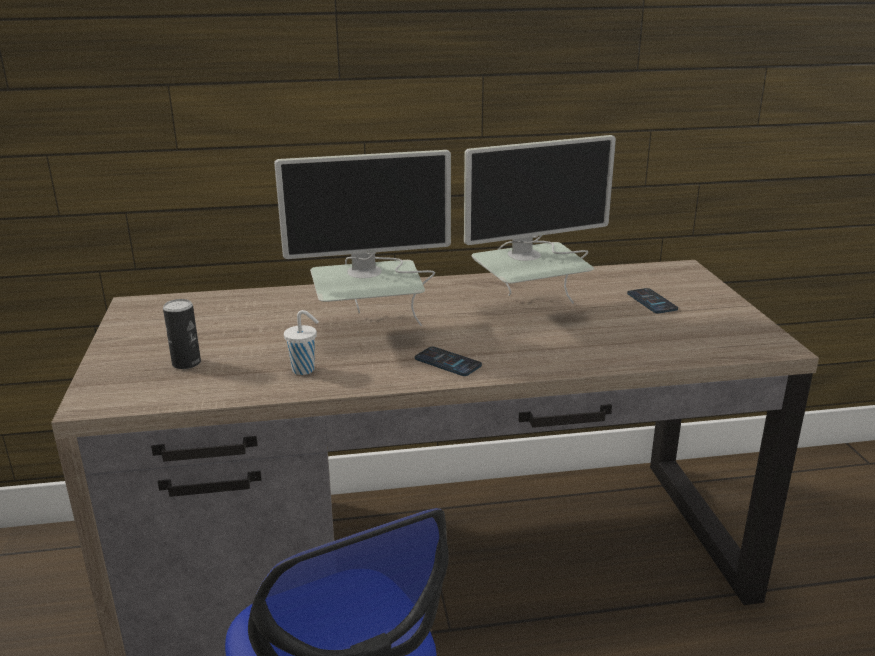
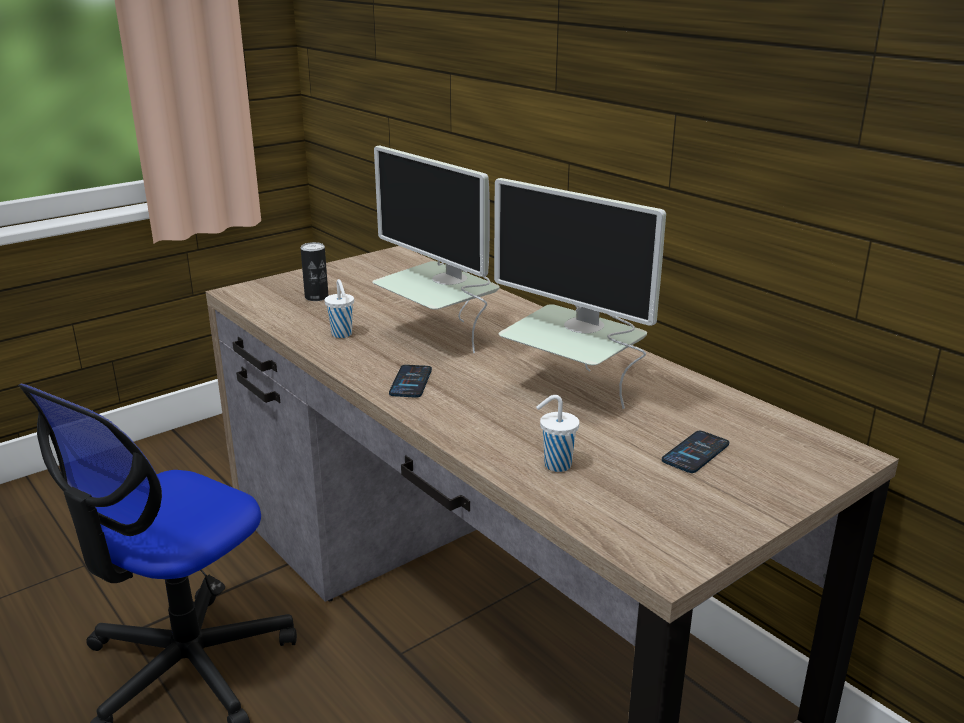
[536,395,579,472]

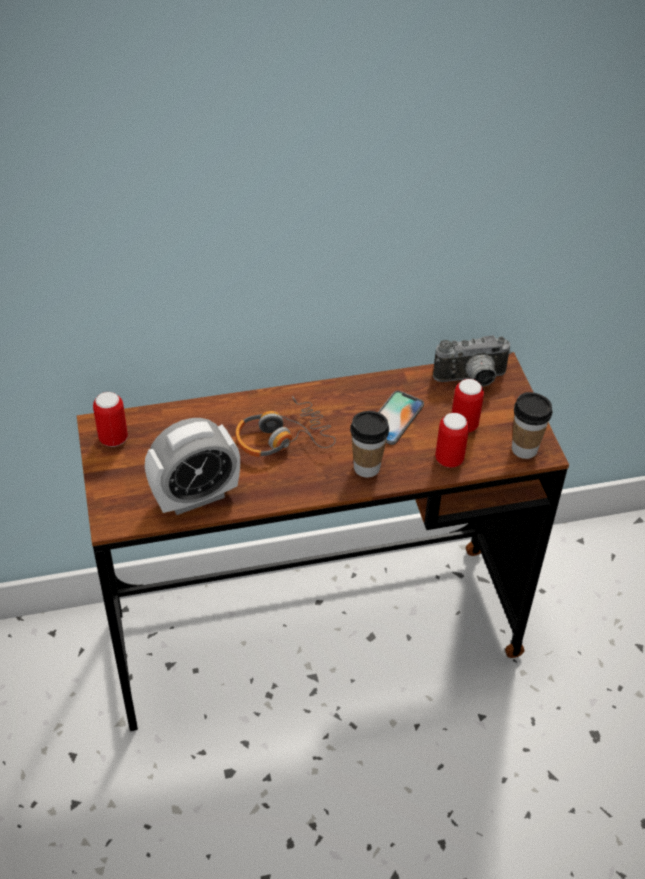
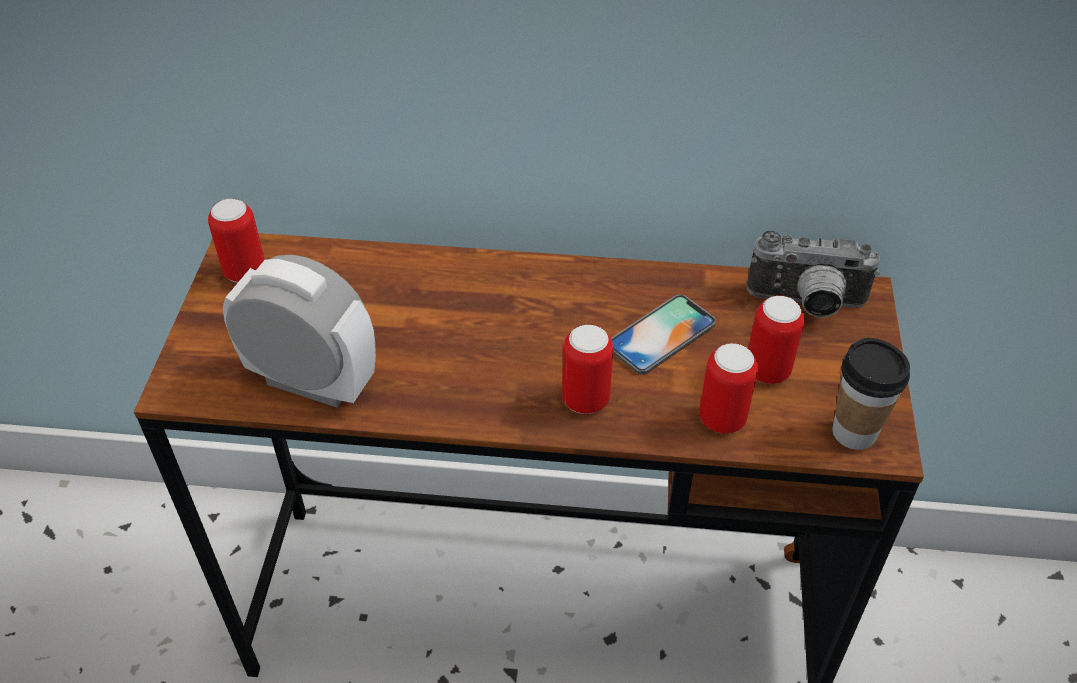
[235,396,335,457] (first image)
[562,325,614,414]
[223,255,376,408]

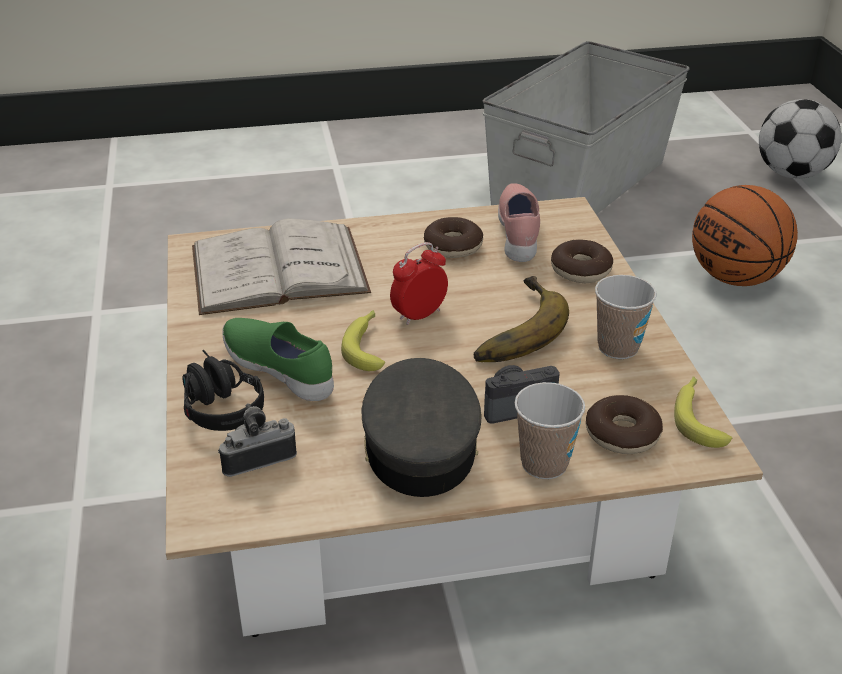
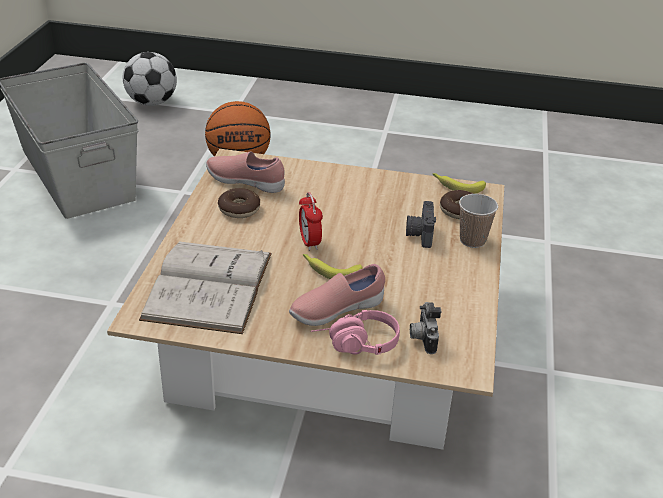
[551,239,613,283] (first image)
[595,275,657,359] (first image)
[474,276,569,362] (first image)
[289,264,385,326]
[311,310,400,355]
[362,358,482,497] (first image)

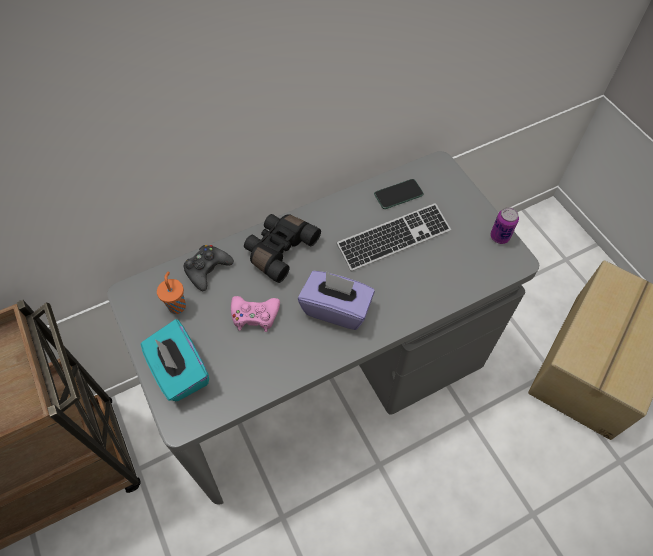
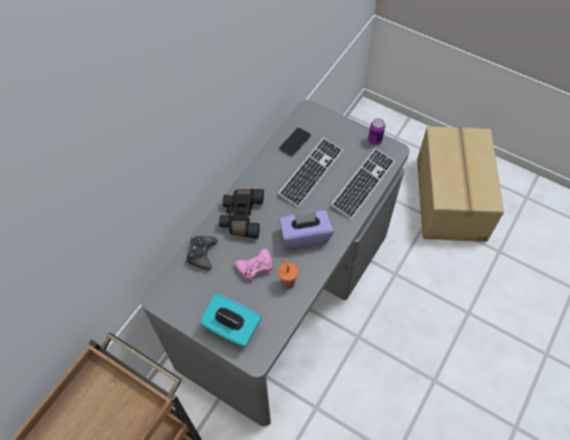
[278,259,298,289]
[331,148,395,220]

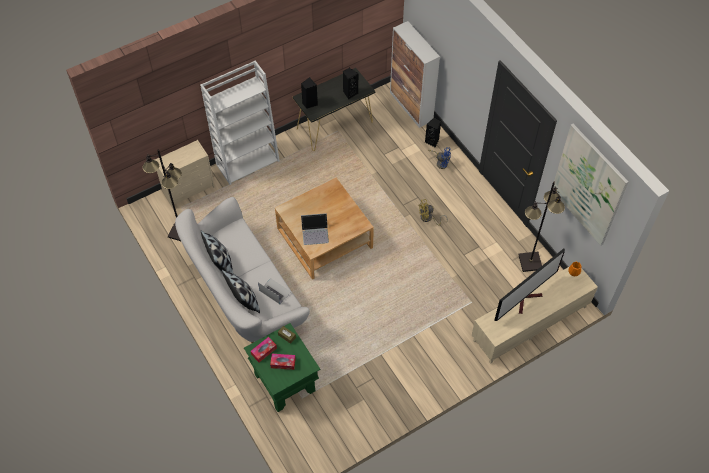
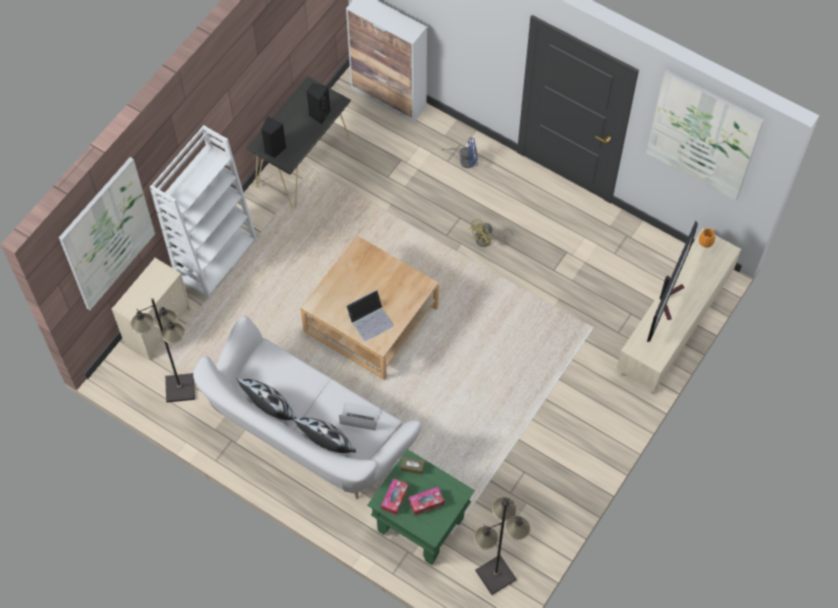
[425,118,441,147] (first image)
[474,497,531,595]
[59,157,155,310]

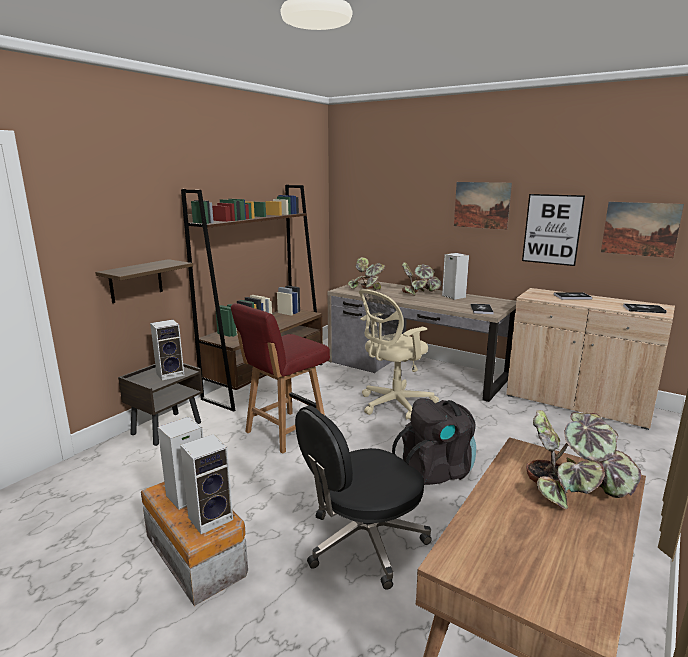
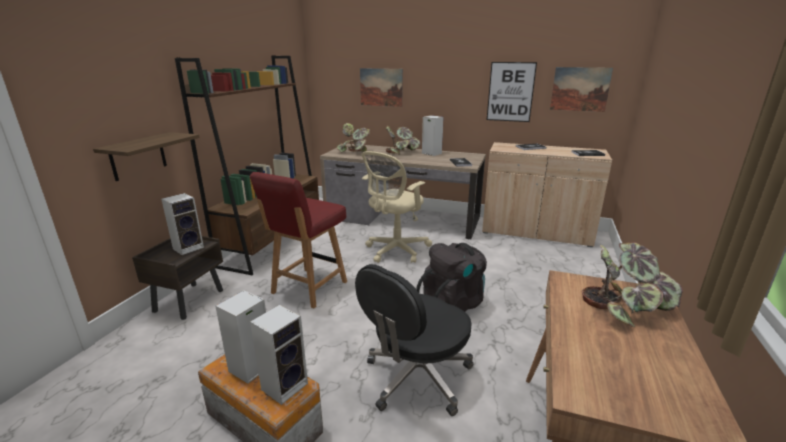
[360,68,403,107]

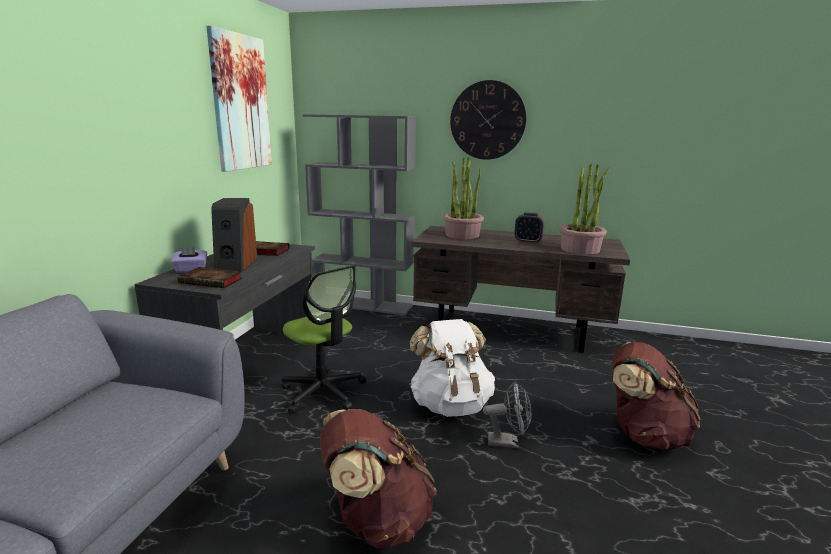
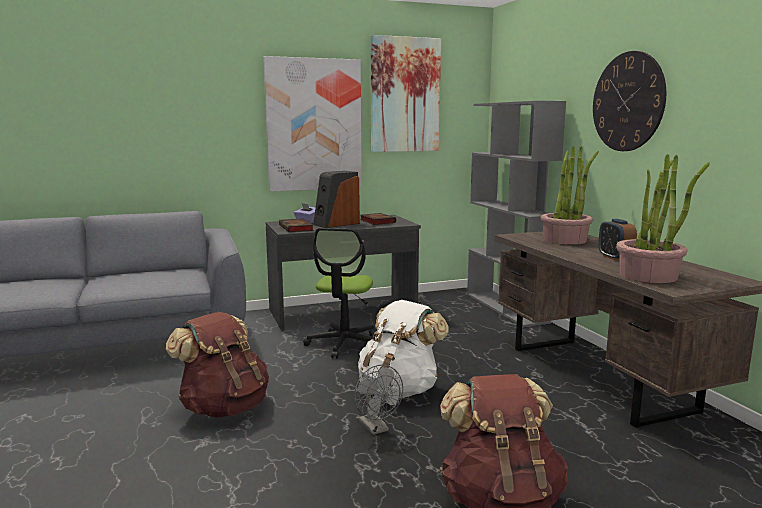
[263,56,362,192]

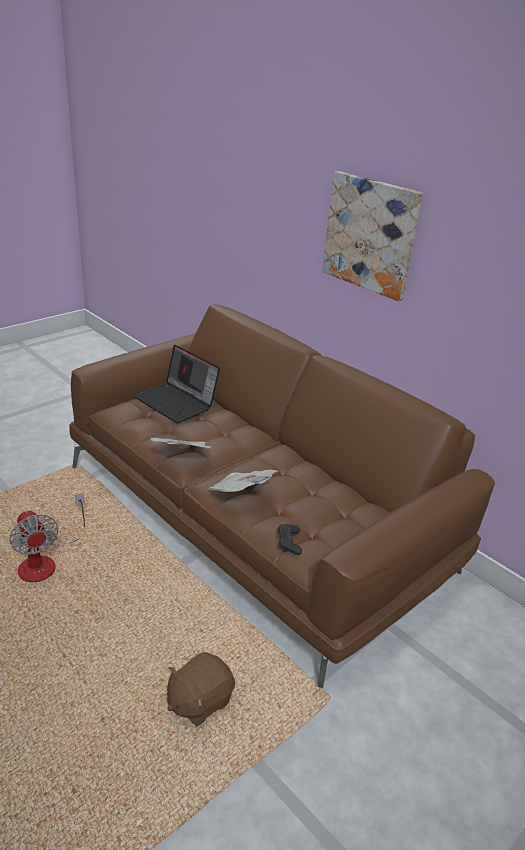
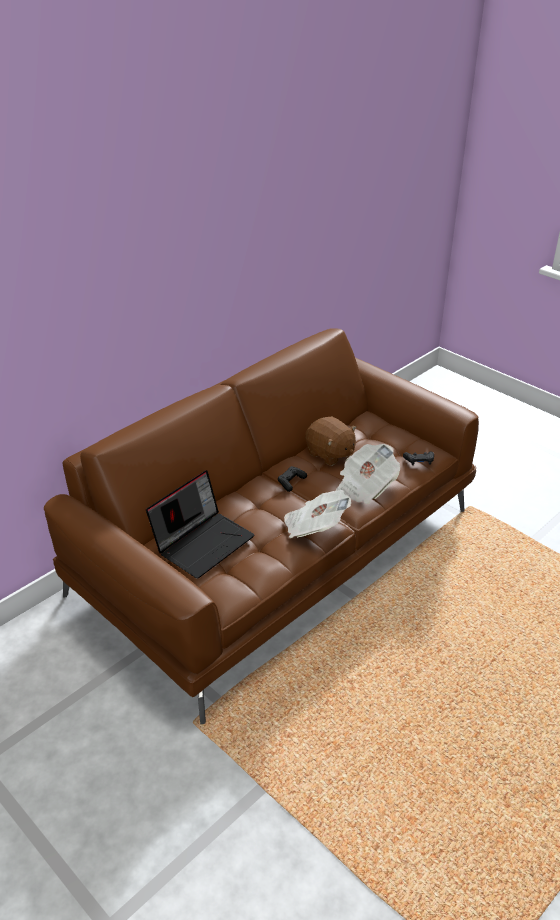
[322,171,423,301] (first image)
[9,493,85,582] (first image)
[305,417,356,466]
[278,466,307,492]

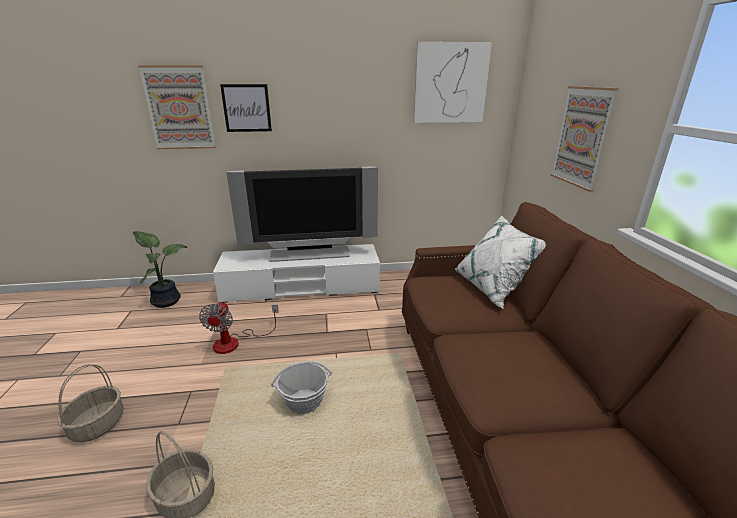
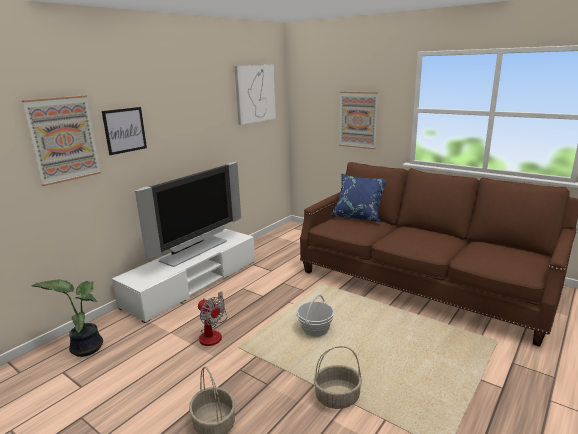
[330,173,386,222]

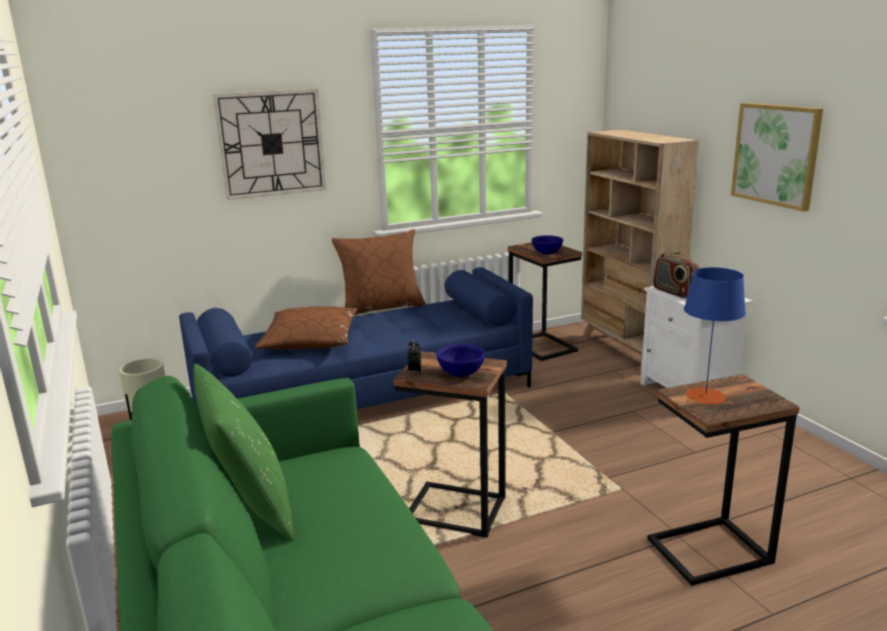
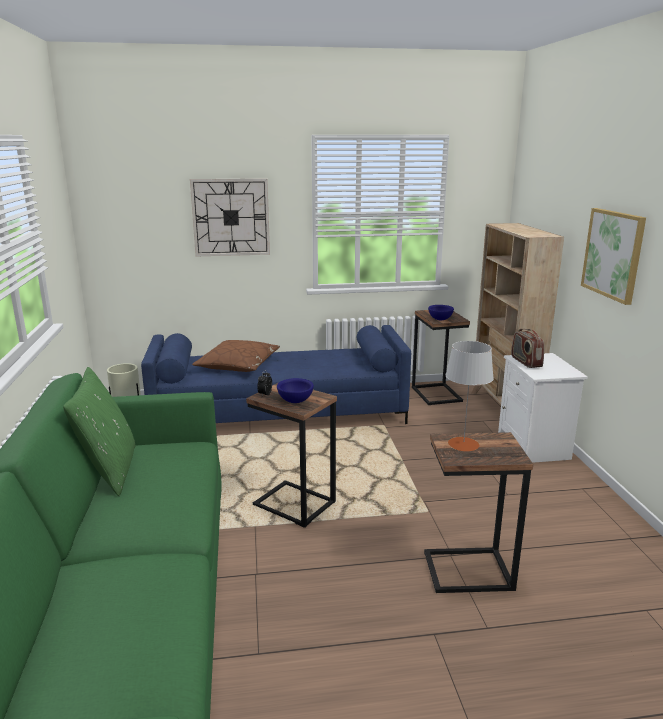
[332,229,426,315] (first image)
[446,341,494,451]

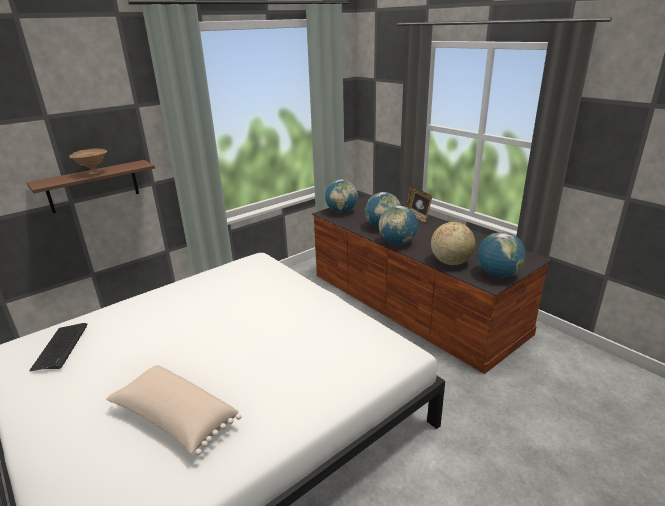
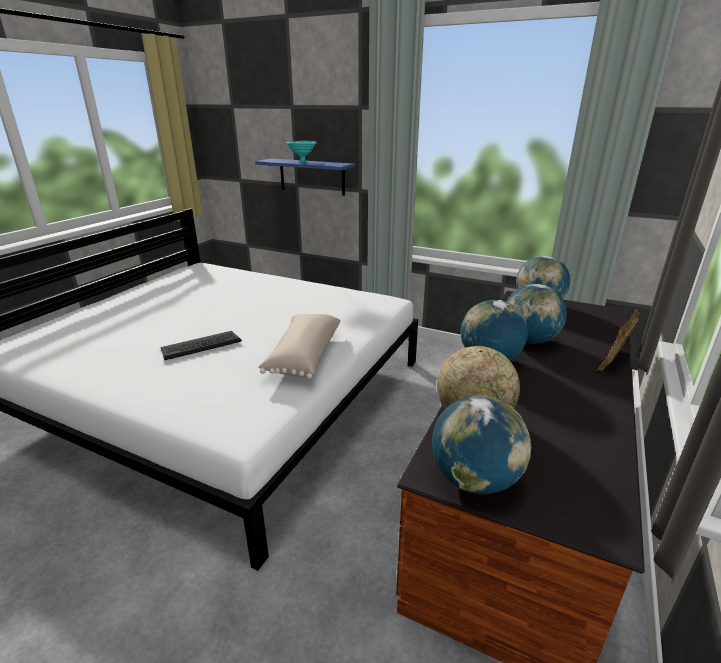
[286,141,317,163]
[255,159,355,196]
[160,331,242,360]
[258,314,341,379]

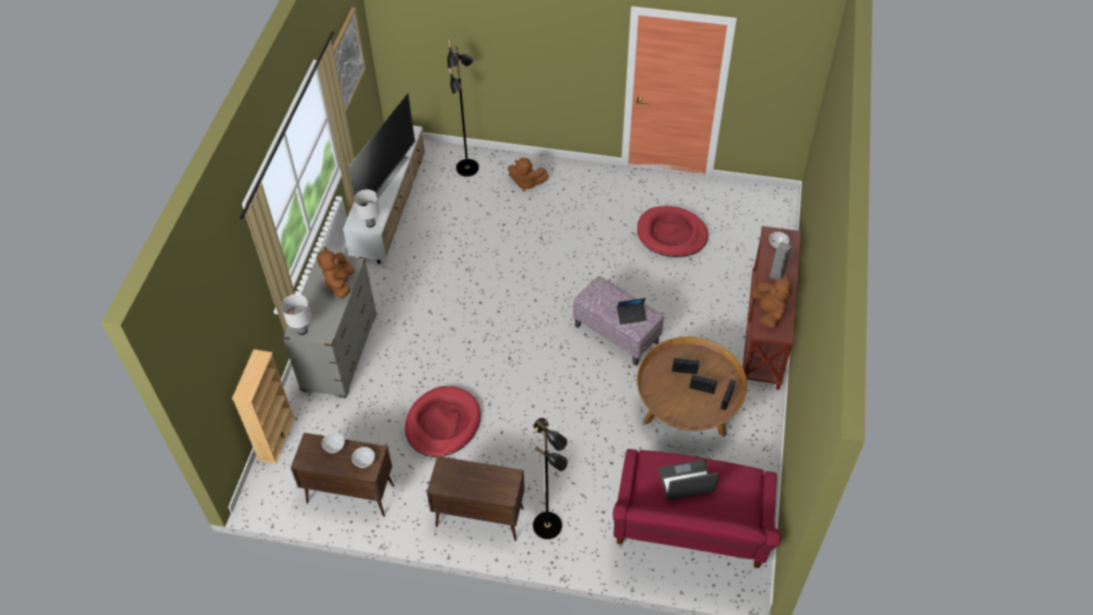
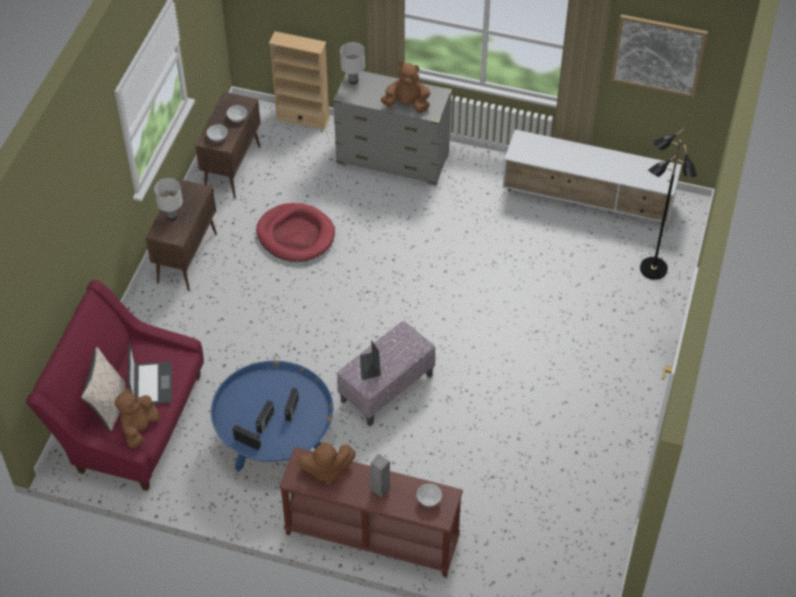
[348,93,415,206] (first image)
[114,388,160,448]
[154,178,183,220]
[637,206,708,257] (first image)
[211,361,334,472]
[533,418,568,539] (first image)
[81,347,126,431]

